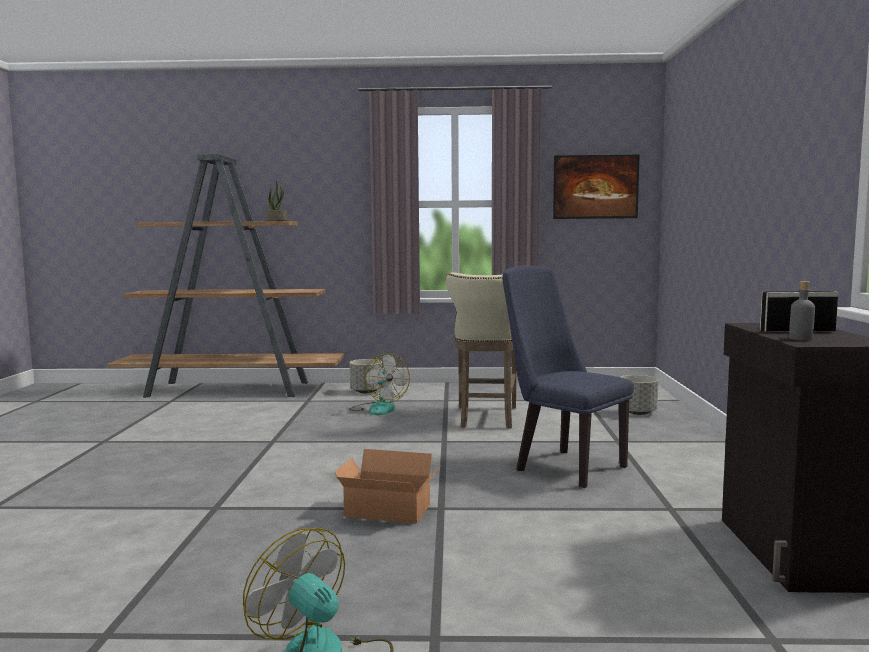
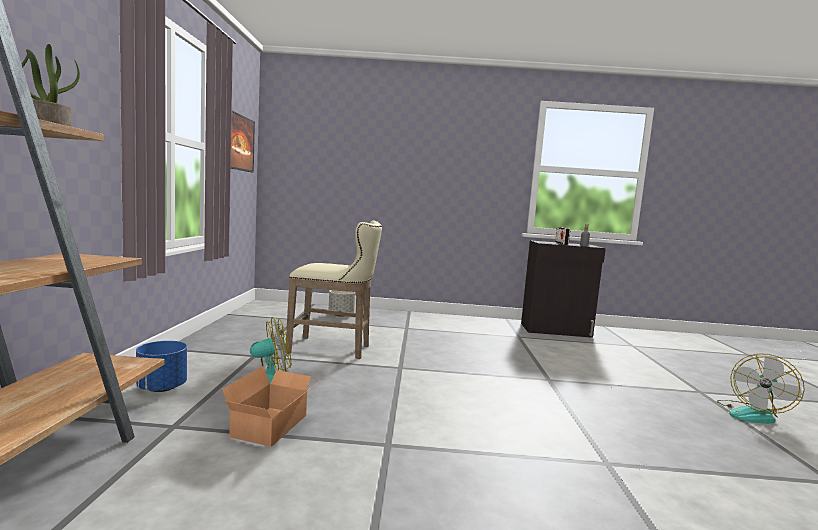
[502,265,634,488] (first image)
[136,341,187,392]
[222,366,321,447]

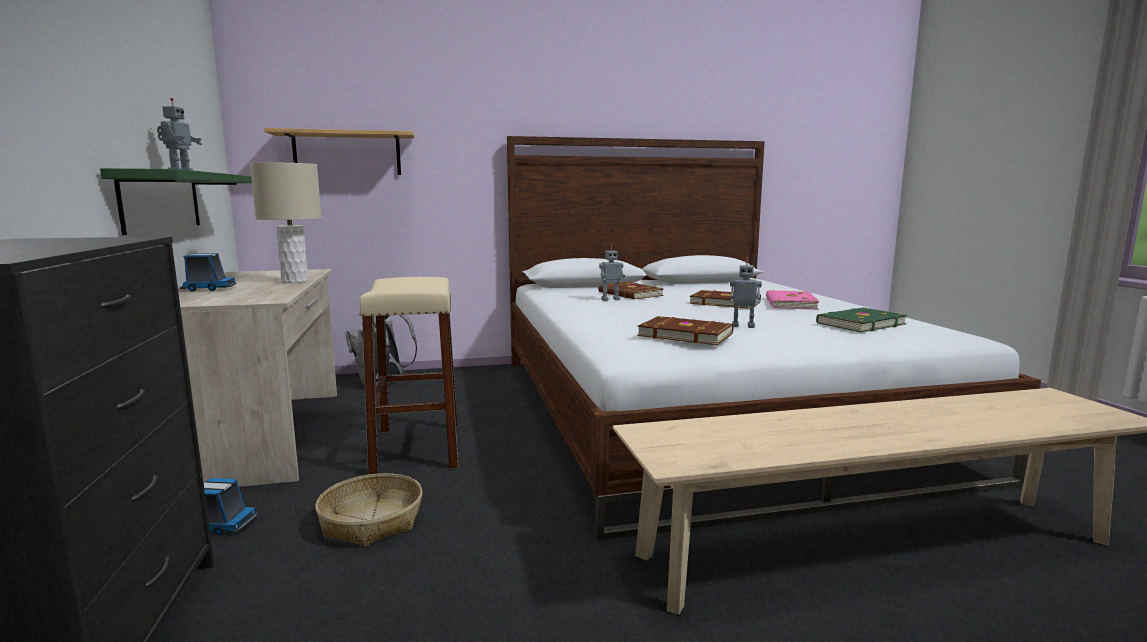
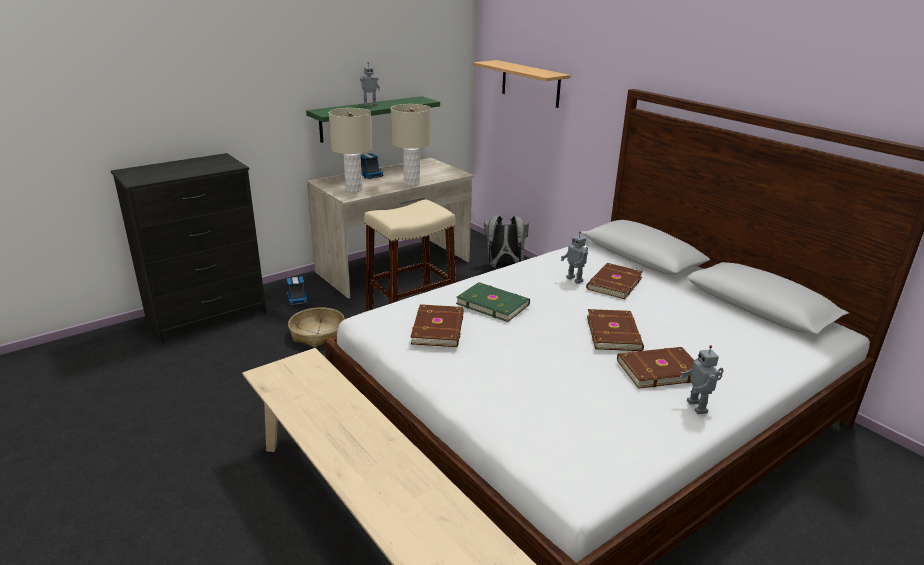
[680,345,724,414]
[617,347,695,389]
[456,282,530,322]
[329,108,372,192]

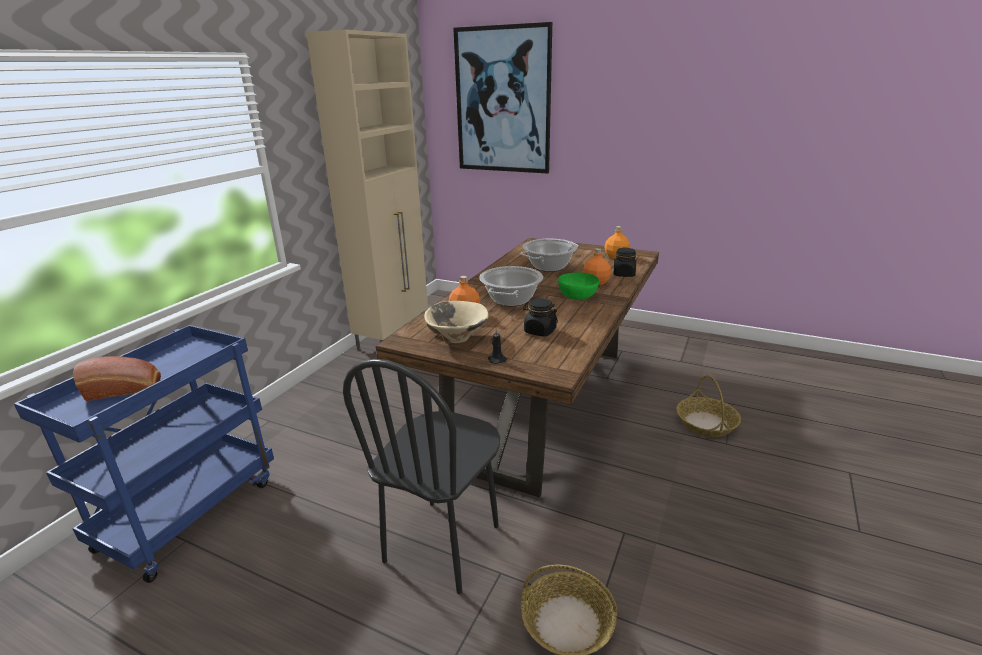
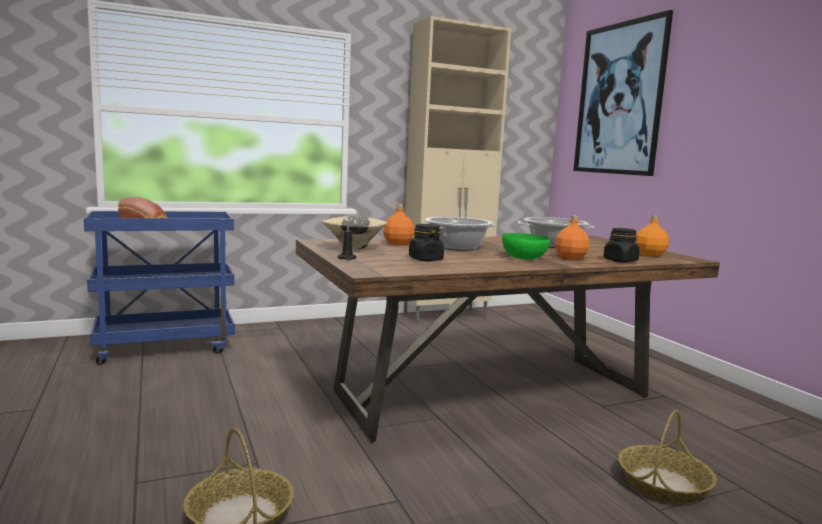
[343,359,500,594] (first image)

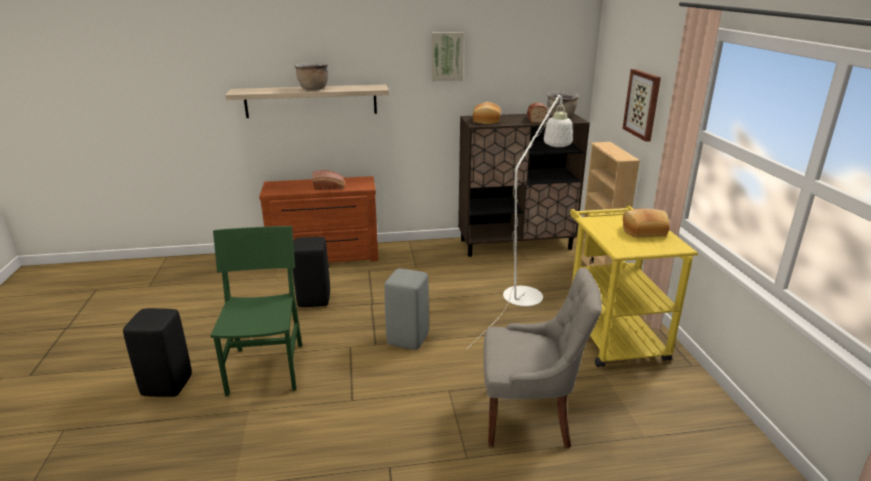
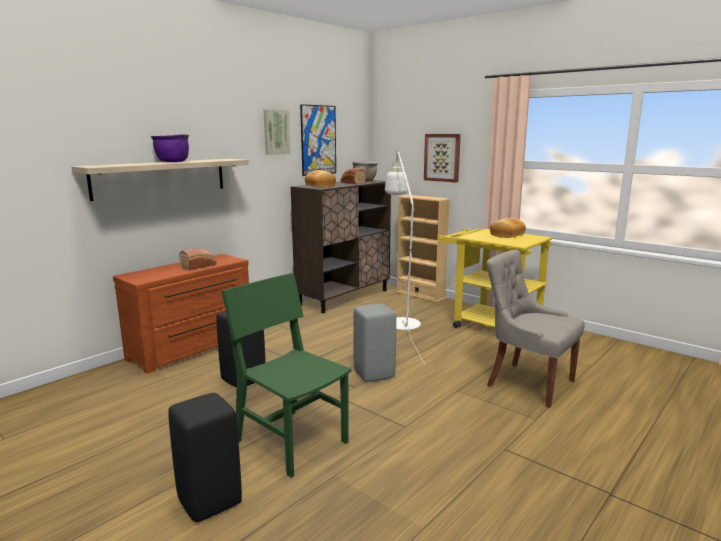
[151,134,189,162]
[486,250,585,408]
[300,104,336,176]

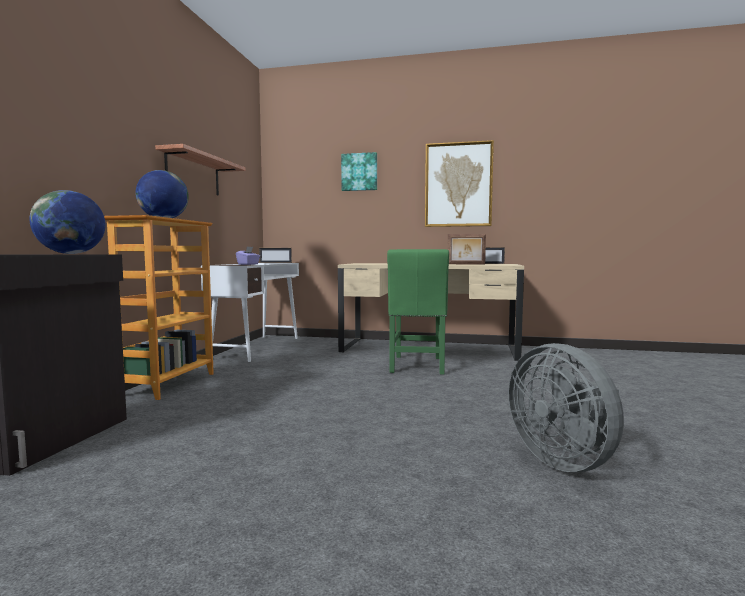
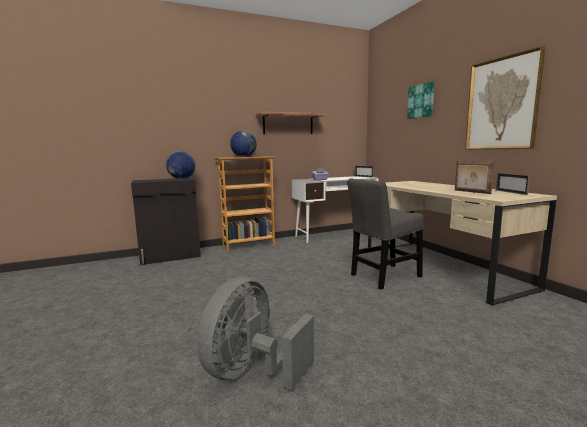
[347,178,424,289]

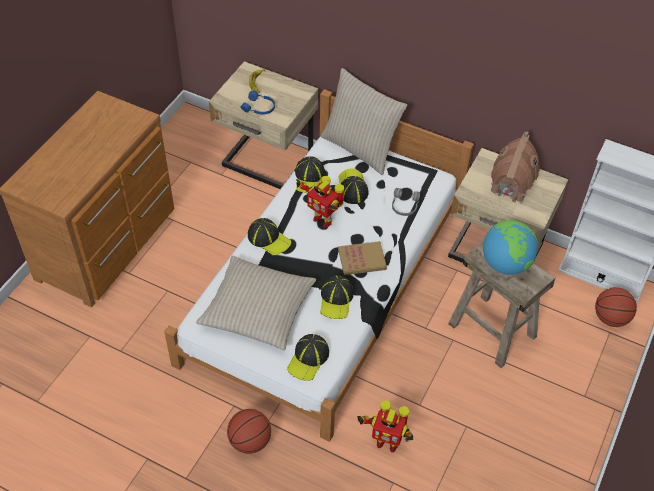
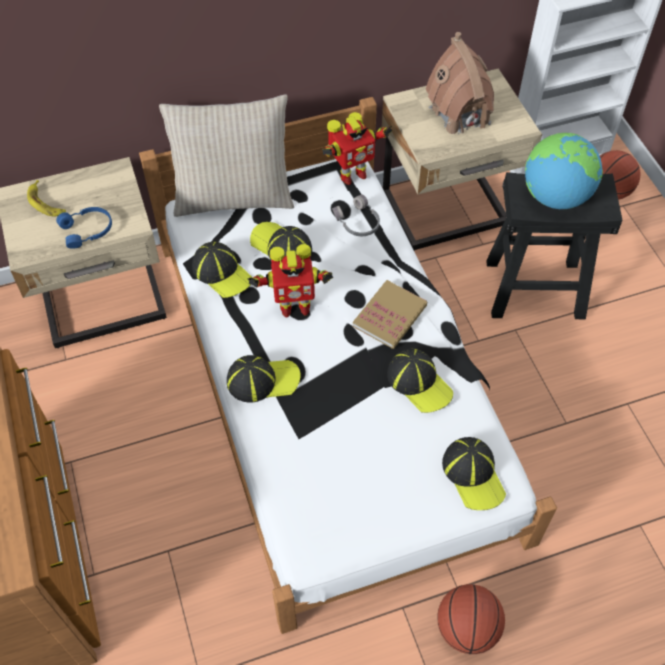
[486,172,622,319]
[196,256,316,350] (first image)
[322,112,392,185]

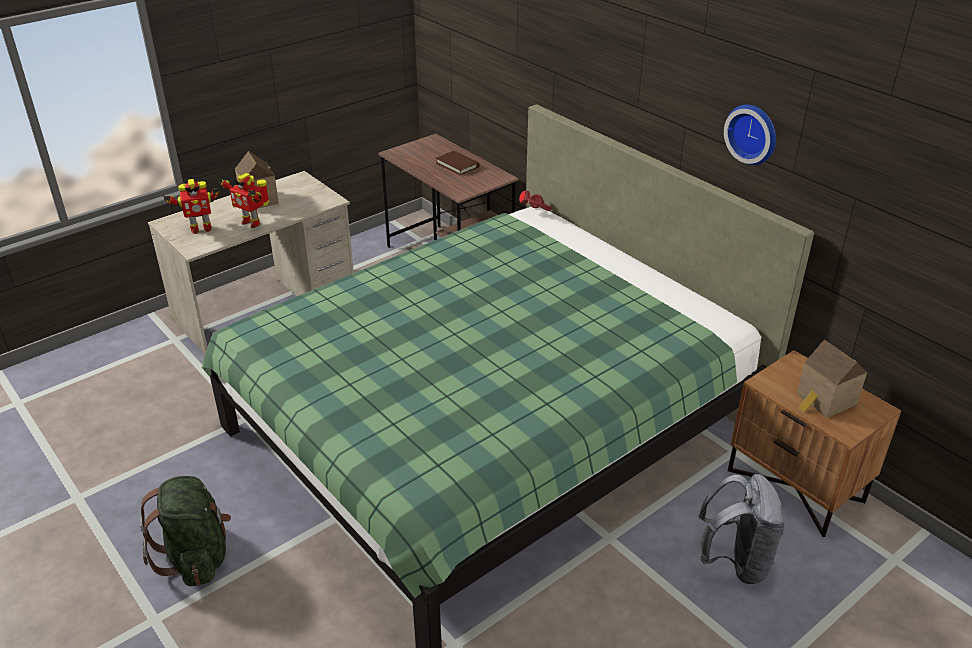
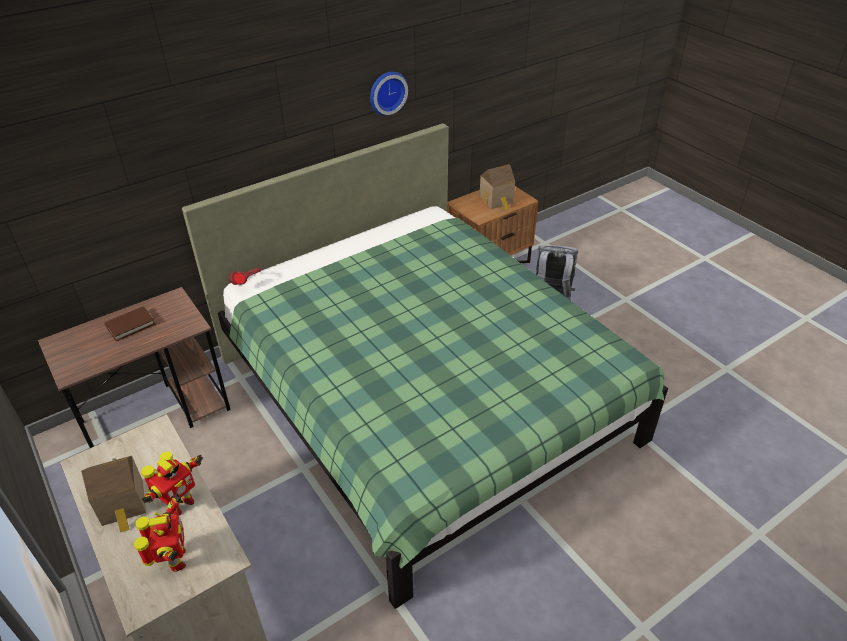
[140,476,231,586] (first image)

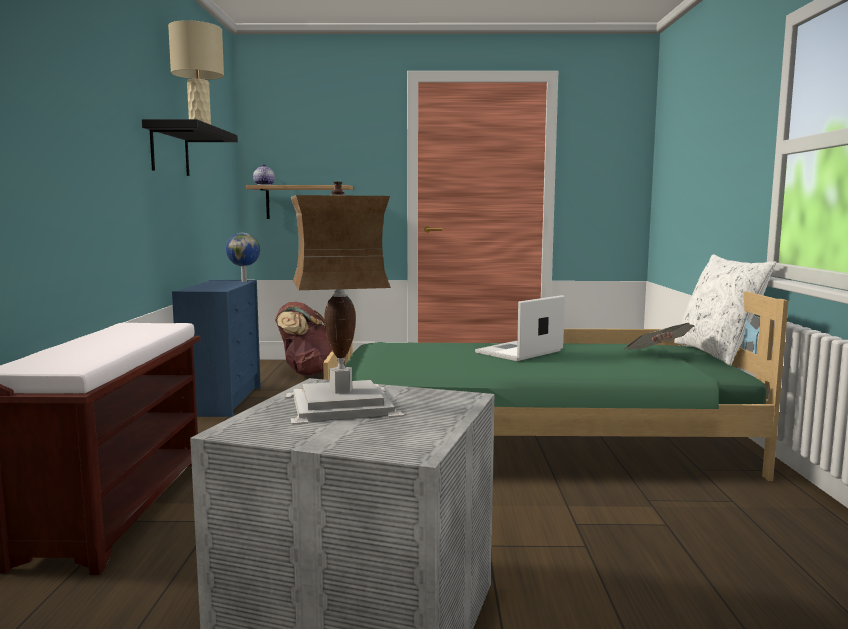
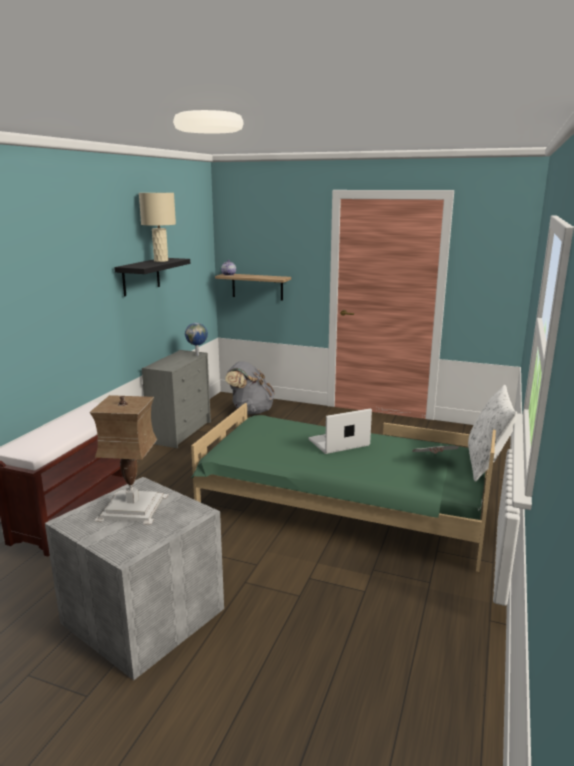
[142,350,211,448]
[225,361,275,415]

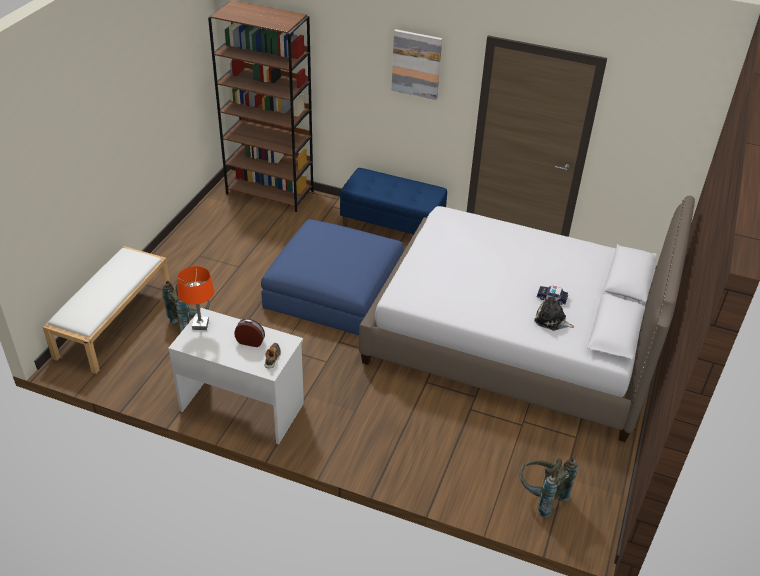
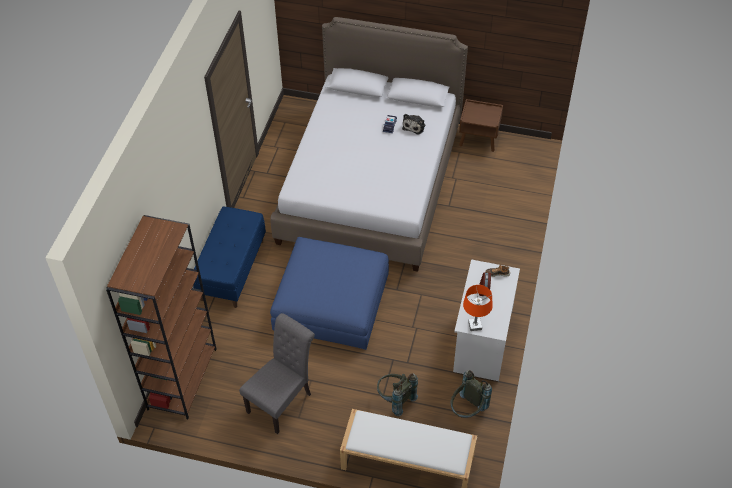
[392,29,442,100] (first image)
[451,370,492,418]
[459,99,503,152]
[239,313,315,434]

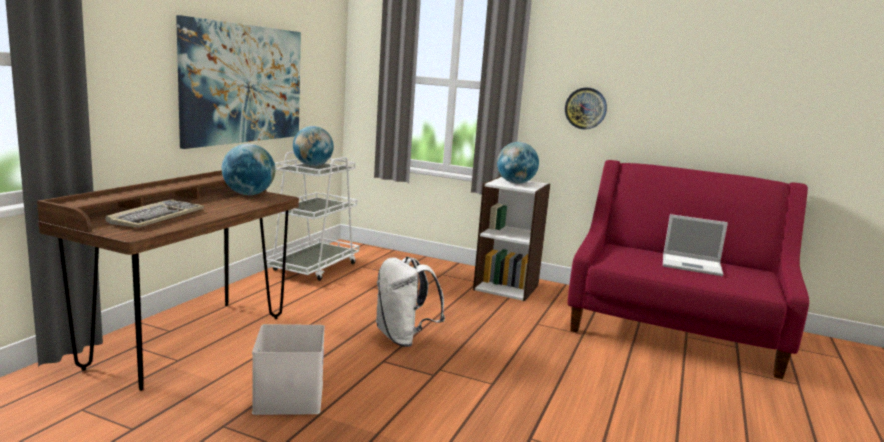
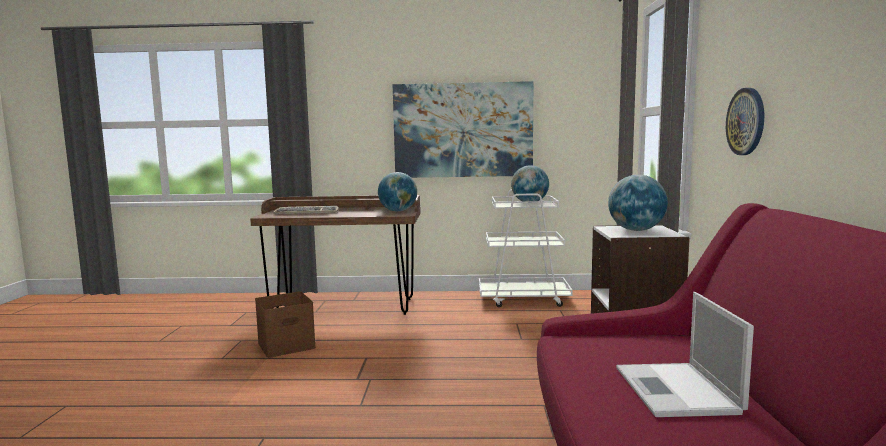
[376,256,445,347] (first image)
[255,291,316,358]

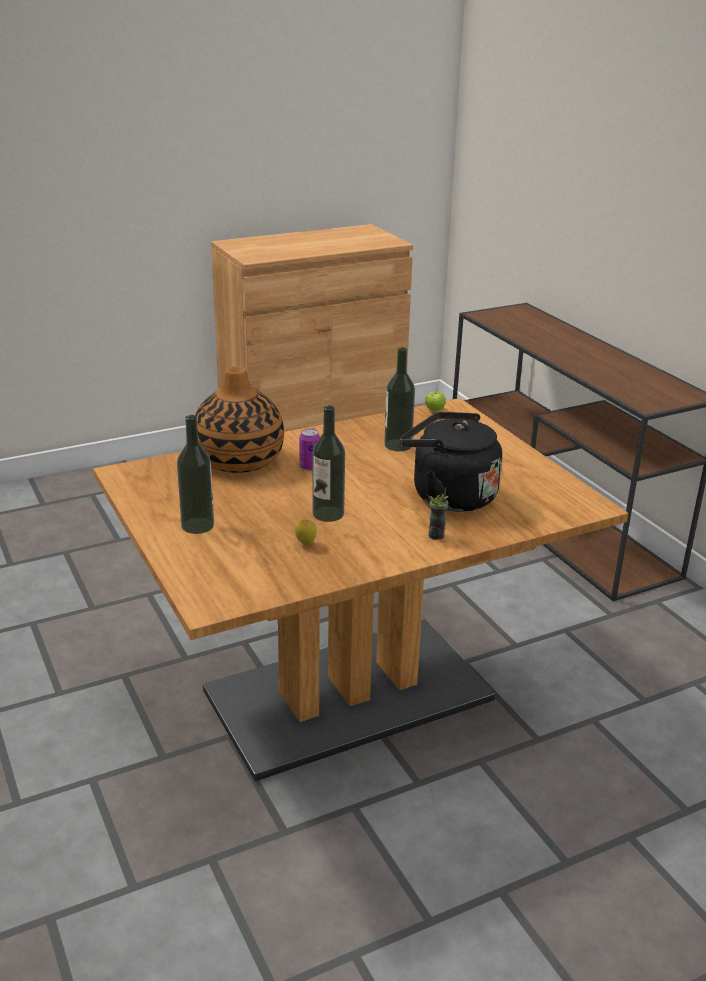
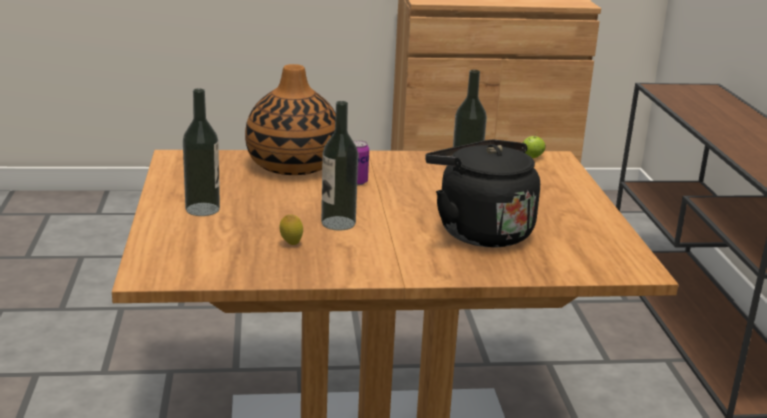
[428,487,448,540] (first image)

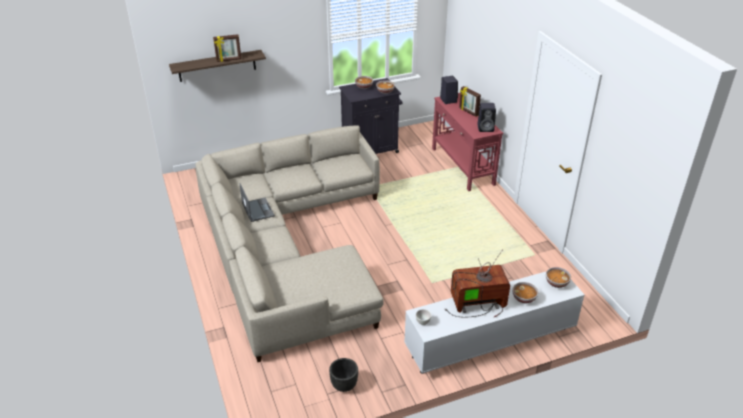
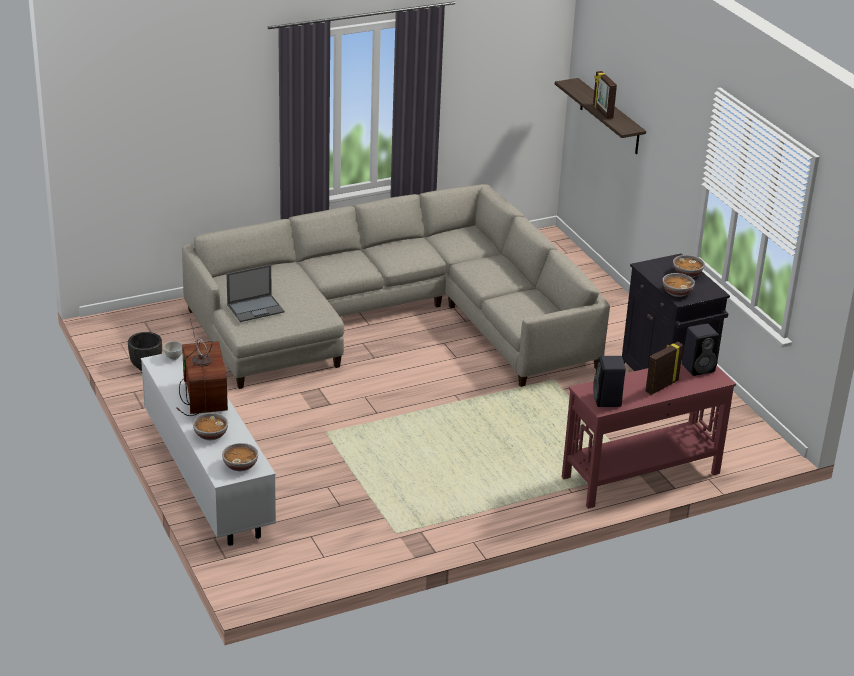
[226,264,285,322]

